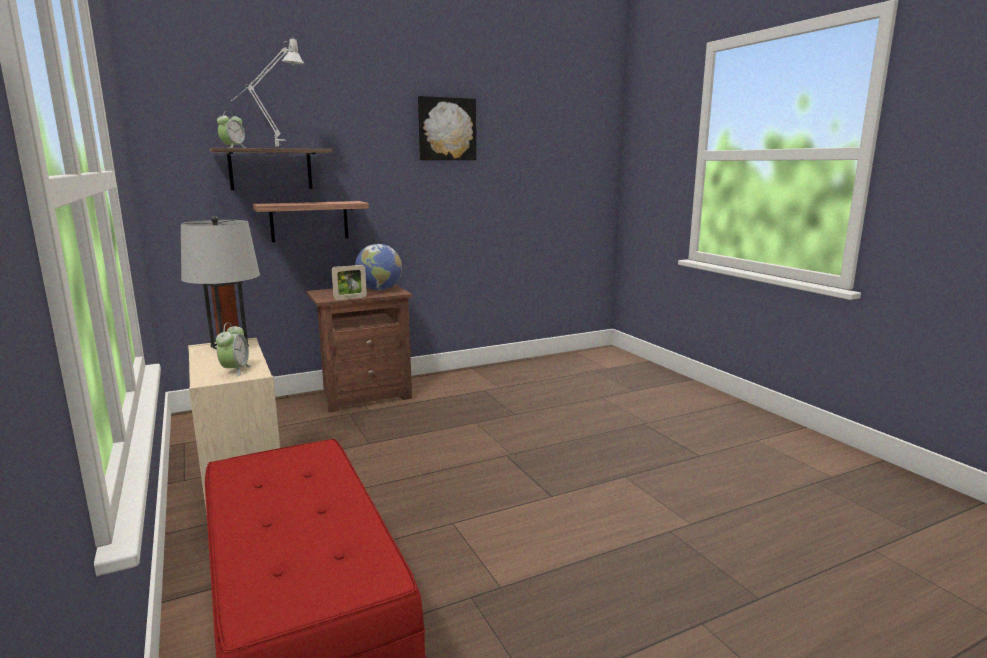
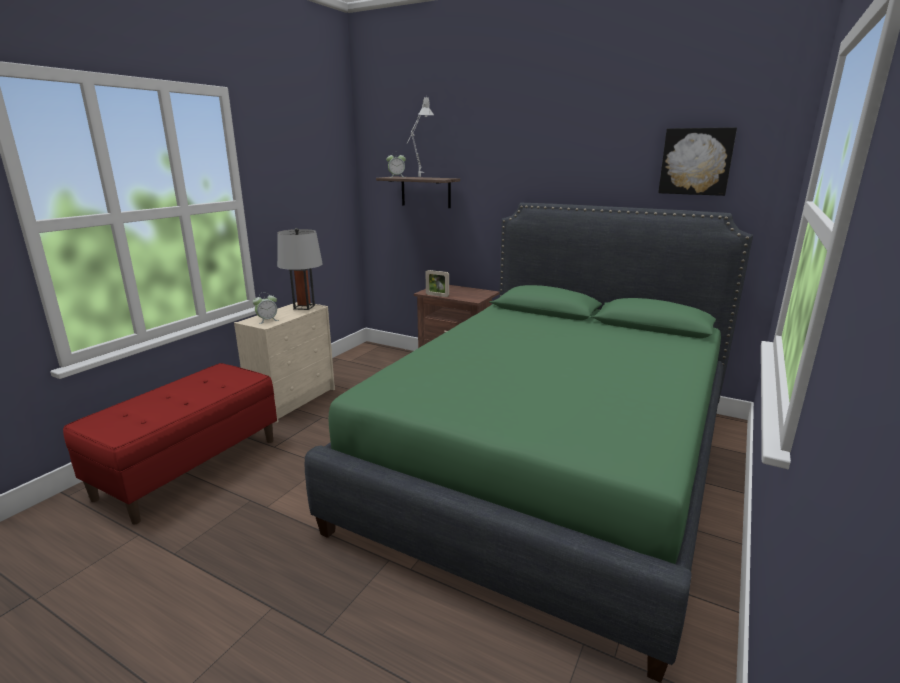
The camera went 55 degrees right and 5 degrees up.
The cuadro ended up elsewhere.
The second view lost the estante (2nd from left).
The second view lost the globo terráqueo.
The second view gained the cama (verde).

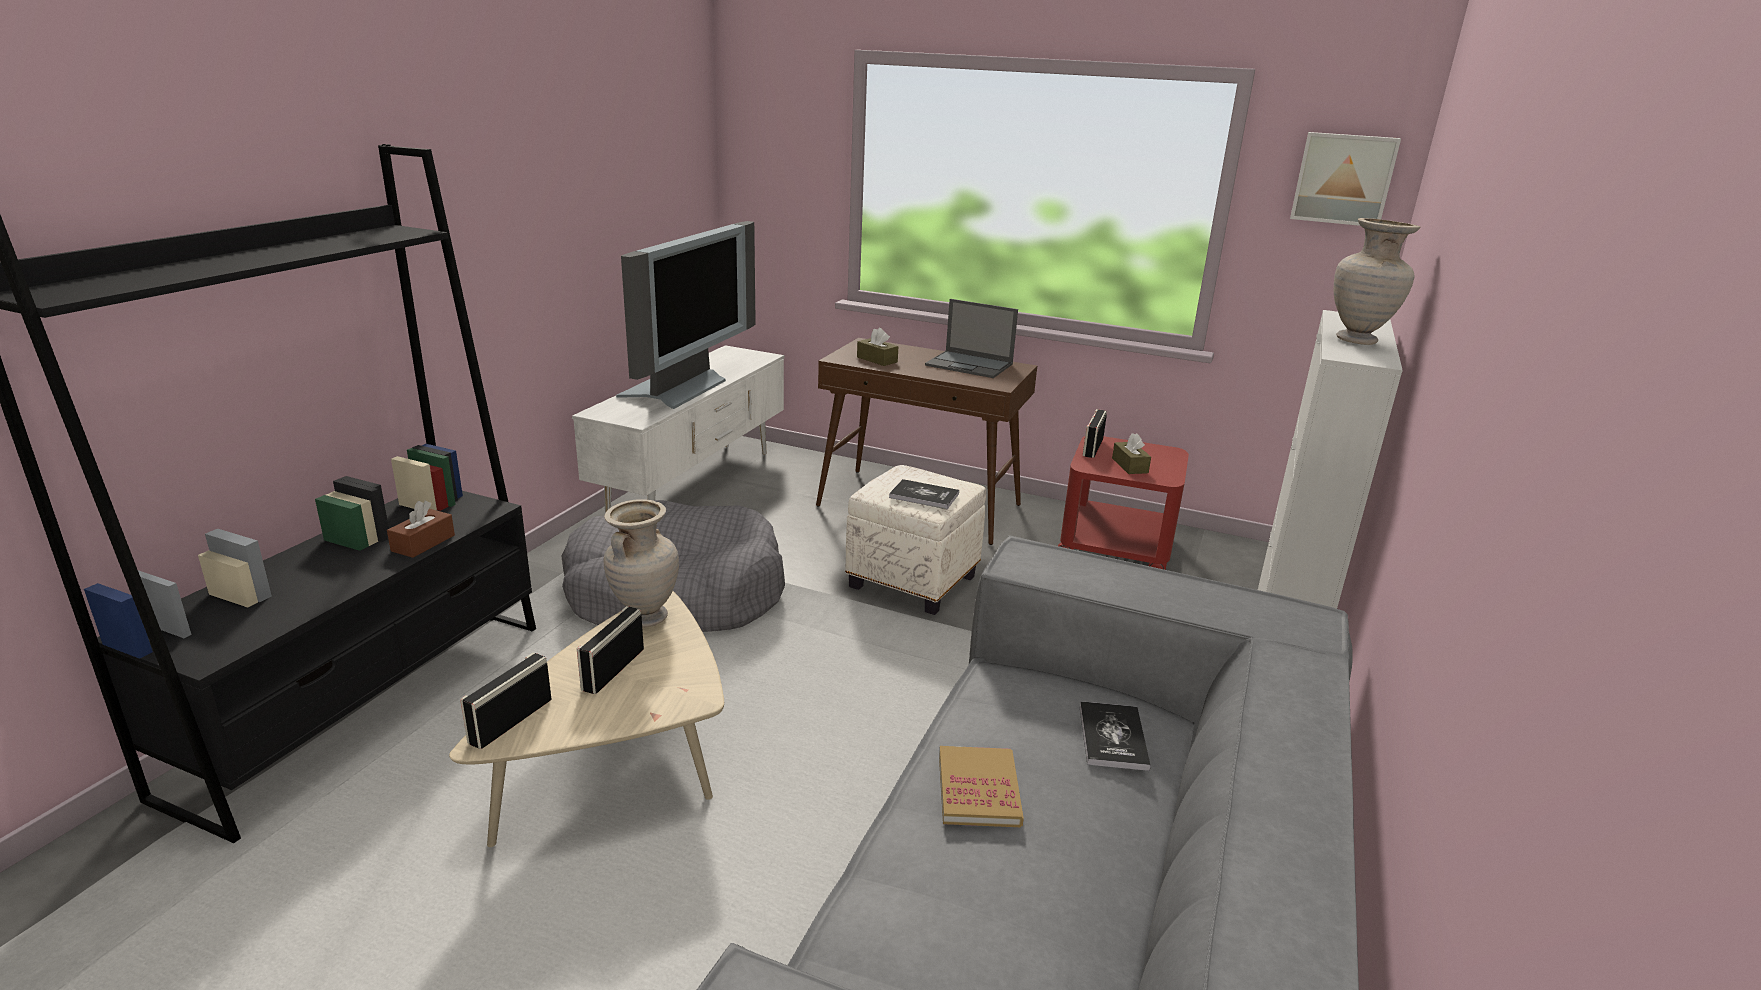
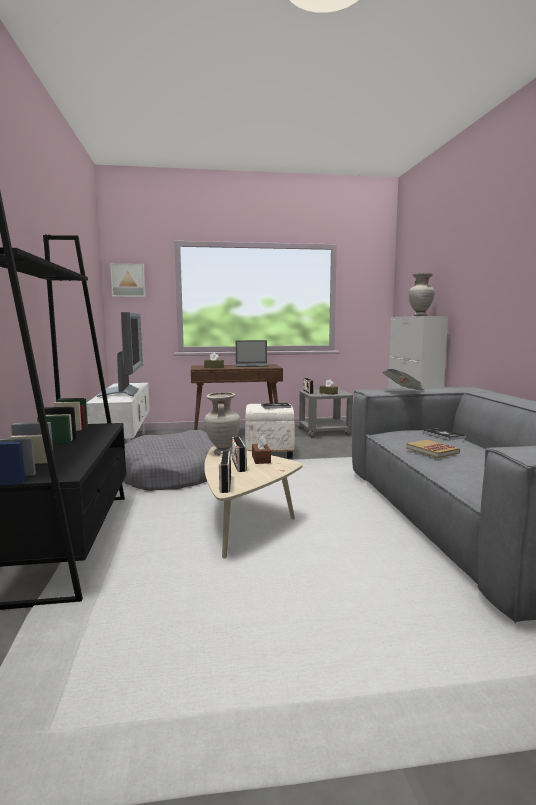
The camera went 30 degrees left and 15 degrees down.
The cuadro ended up elsewhere.
What was the mesa auxiliar (rojo) turned into the mesa auxiliar (gris).
The caja de pañuelos (marrón) (1st from left in the first image) ended up elsewhere.
The second view gained the periódico.

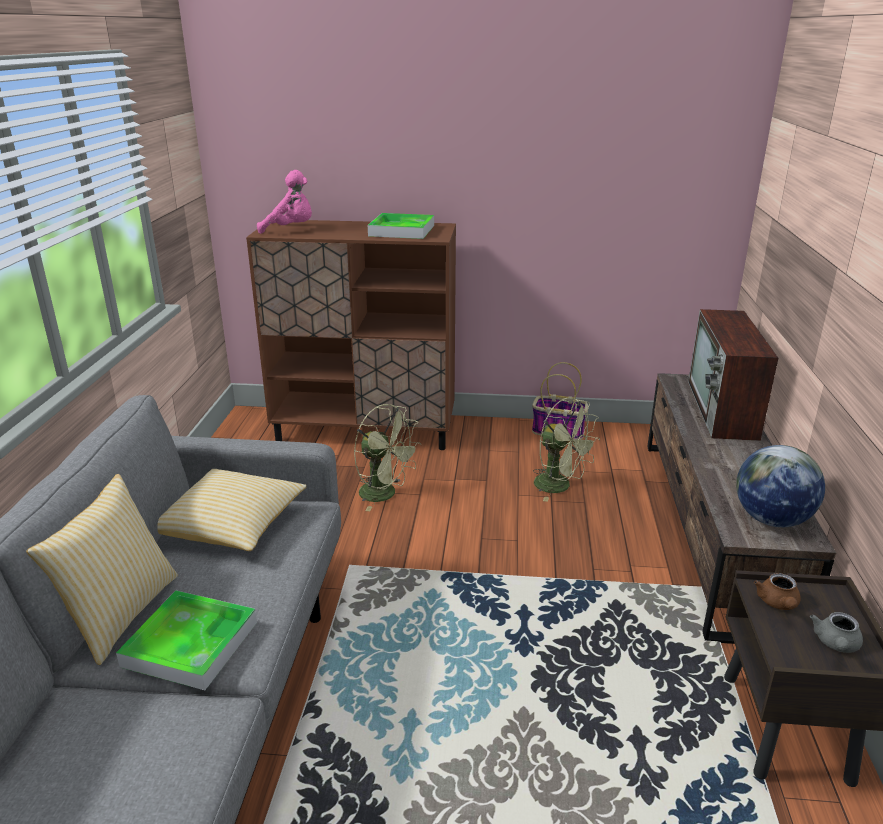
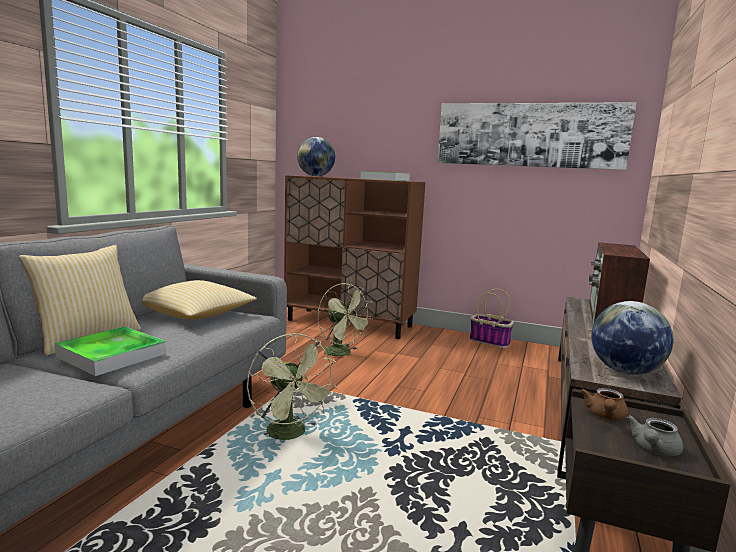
The camera went 15 degrees right and 15 degrees down.
Where the peluche (rosa) stood, the globo terráqueo (1st from left) came to stand.
The ventilador (verde) (2nd from left in the first image) ended up elsewhere.
The second view gained the cuadro.

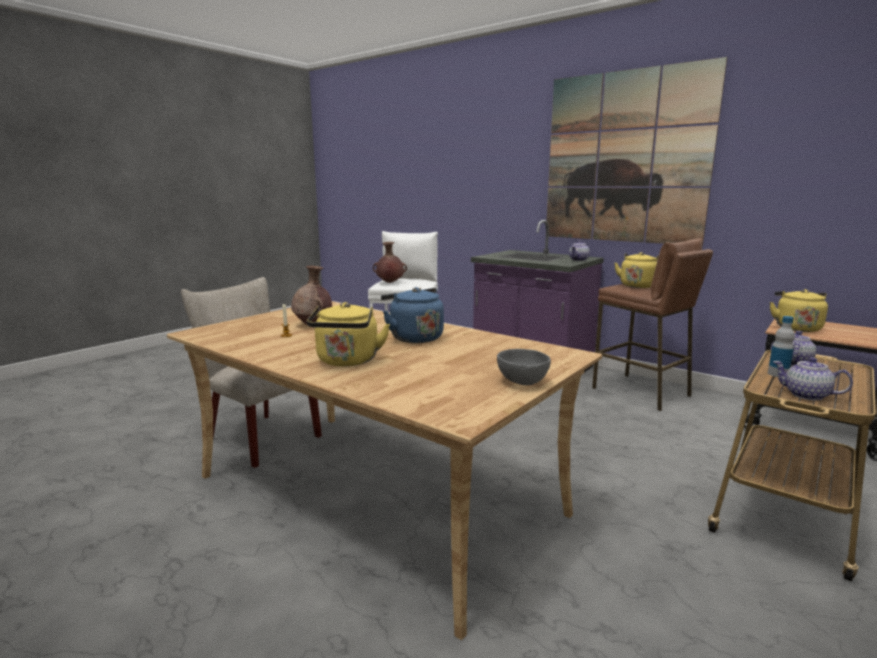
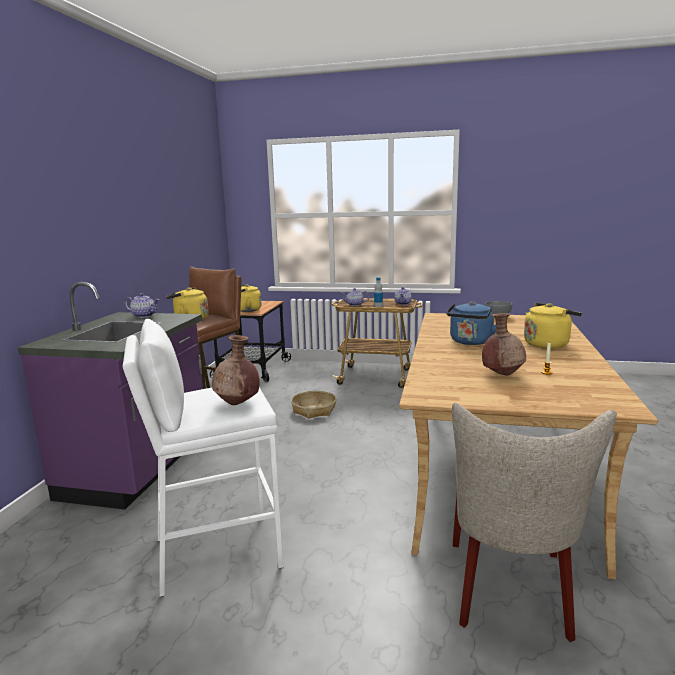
The camera went 115 degrees left and 0 degrees up.
The second view lost the cuadro.
The second view gained the cesta.

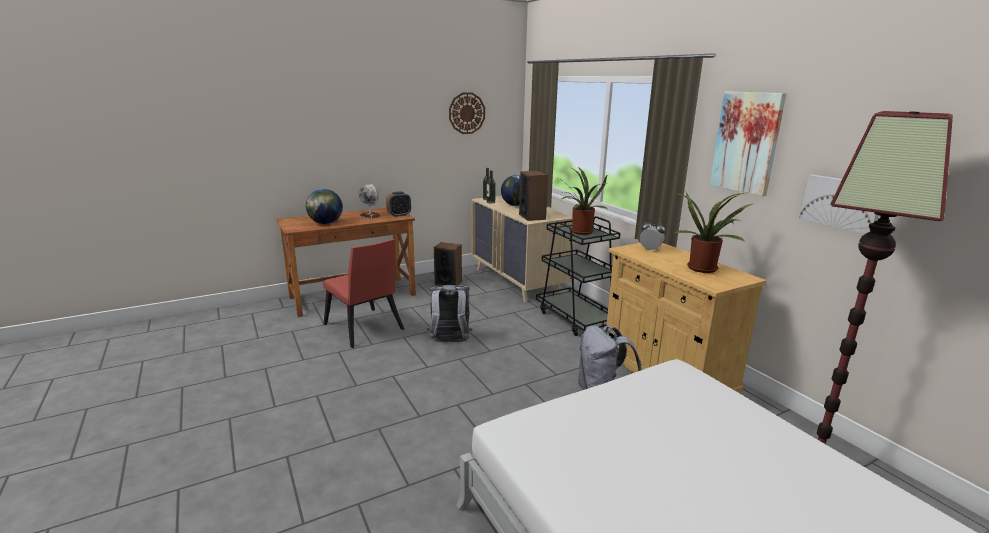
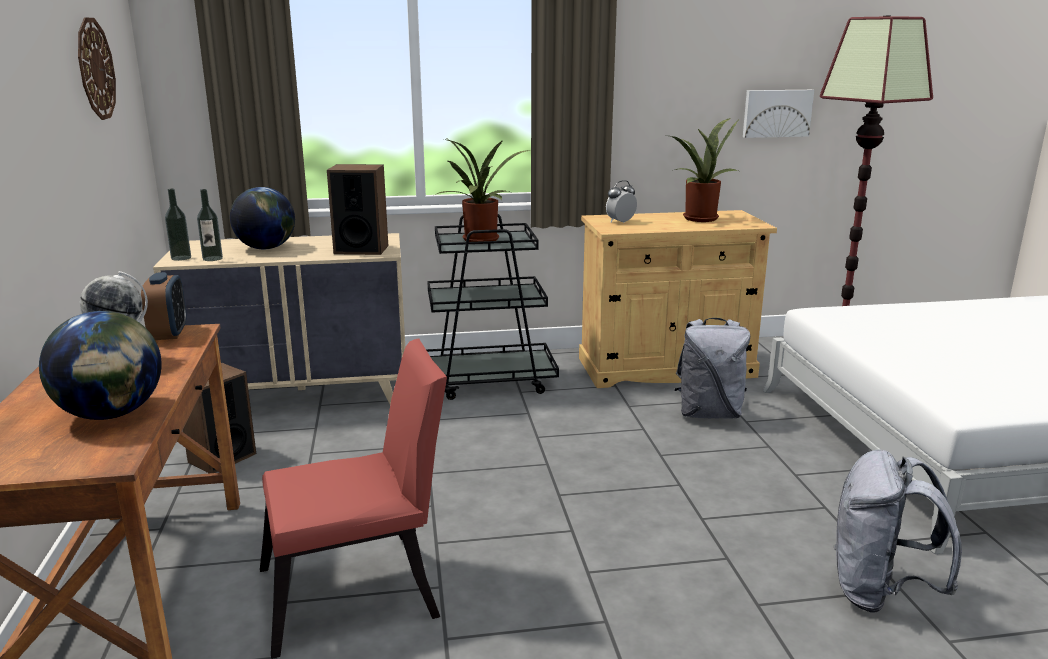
The camera went 70 degrees left and 0 degrees up.
The second view lost the cuadro (1st from left).
The mochila (gris) (1st from left in the first image) ended up elsewhere.

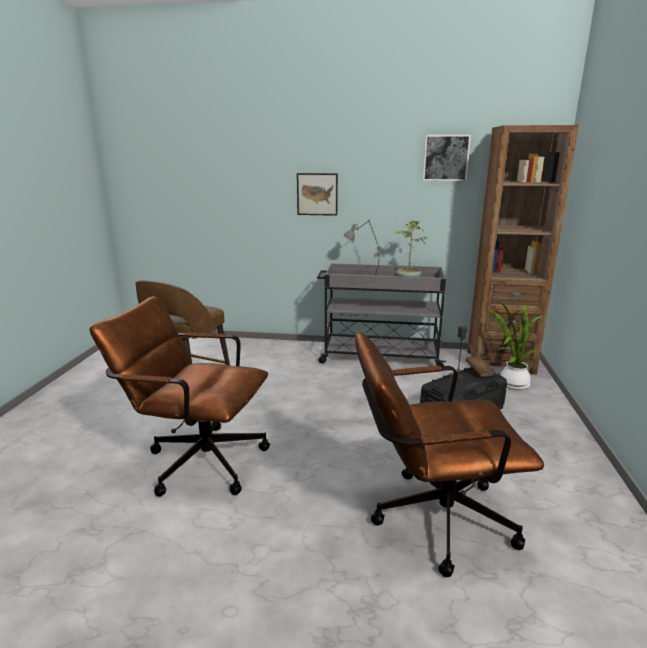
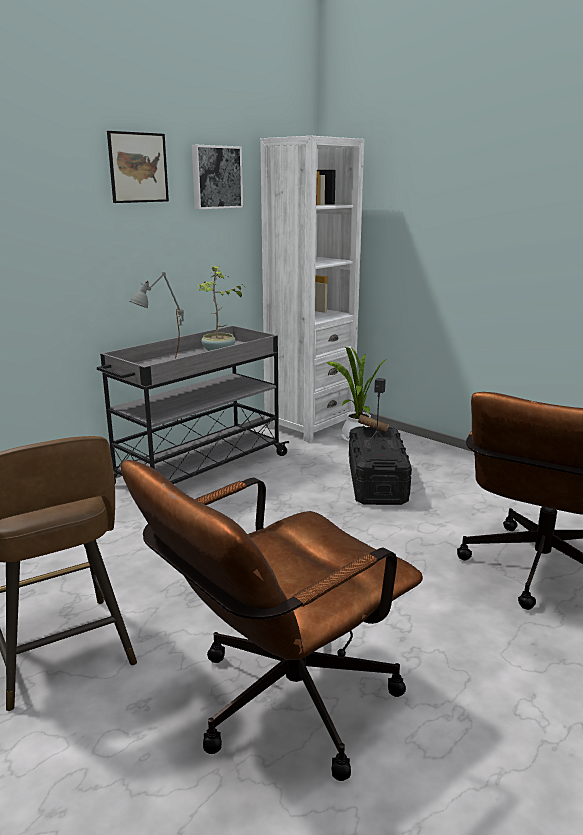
The camera went 55 degrees left and 0 degrees up.
What was the estantería (marrón) turned into the estantería (blanco).
The cuadro (1st from left) ended up elsewhere.

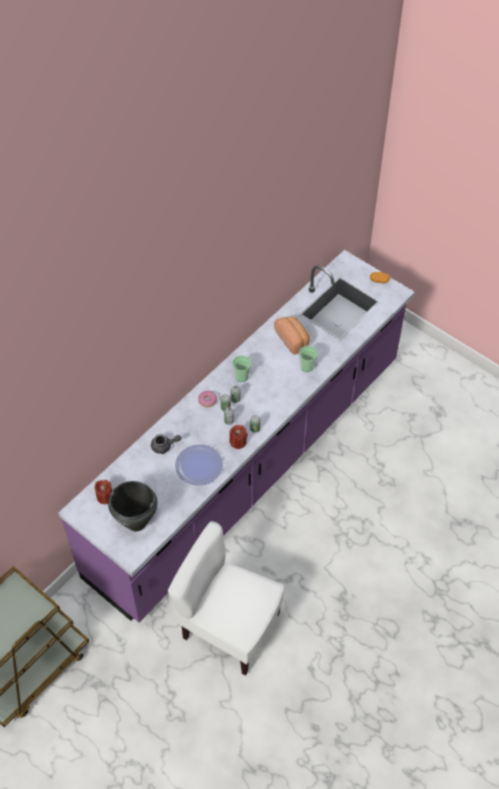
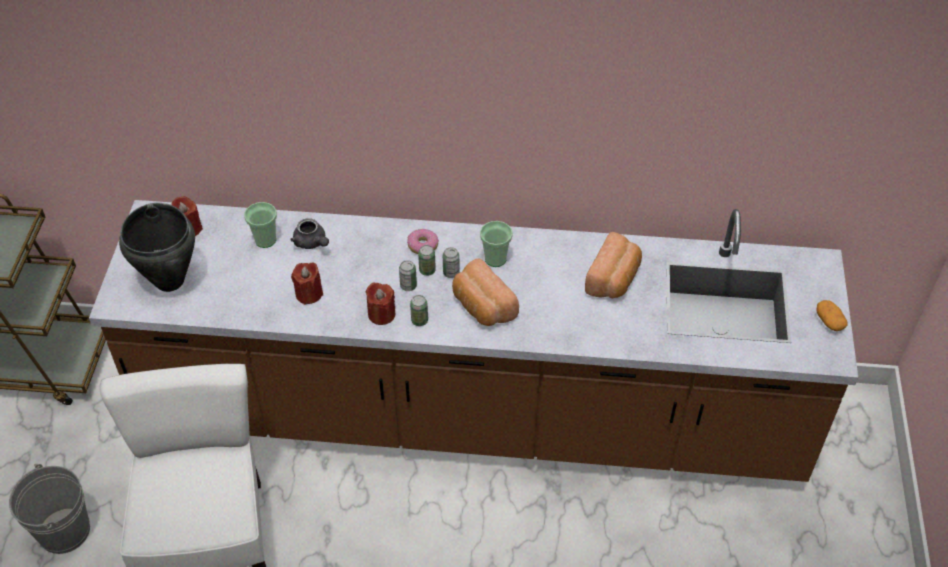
The camera went 55 degrees right and 5 degrees down.
What was the mueble bajo de cocina (morado) turned into the mueble bajo de cocina (marrón).
The taza (2nd from left in the first image) ended up elsewhere.
Where the plato stood, the vela (rojo) (2nd from left) came to stand.
The second view gained the pan (1st from left).
The second view gained the cubo (gris).

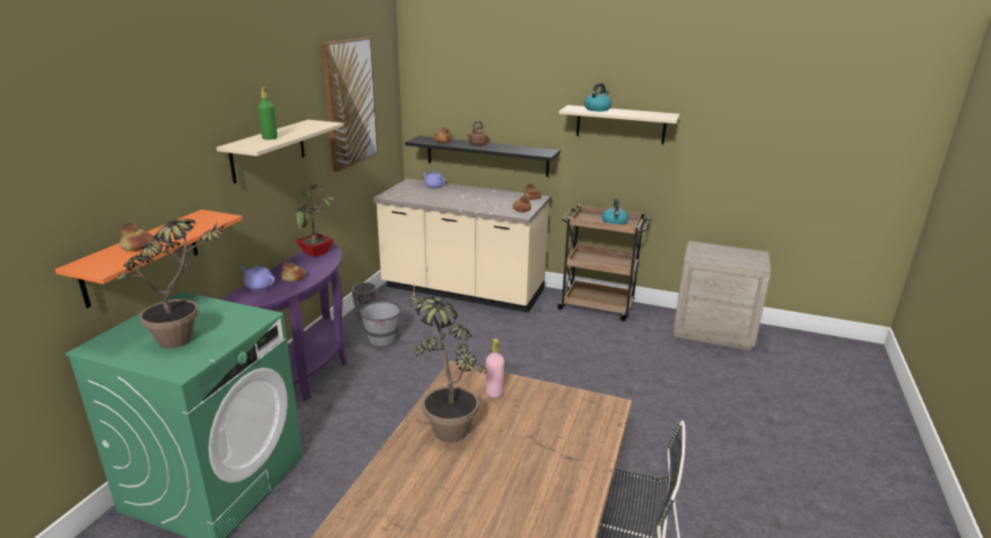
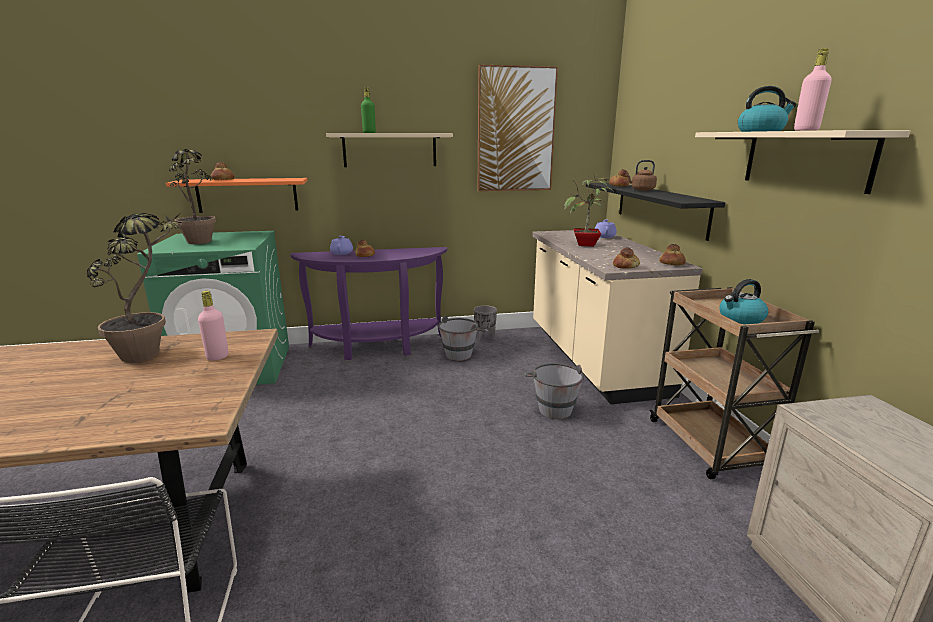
The camera went 60 degrees right and 5 degrees down.
The planta en maceta (2nd from left in the first image) ended up elsewhere.
The second view gained the botella (rosa) (2nd from left).
The second view gained the cubo (gris) (2nd from left).

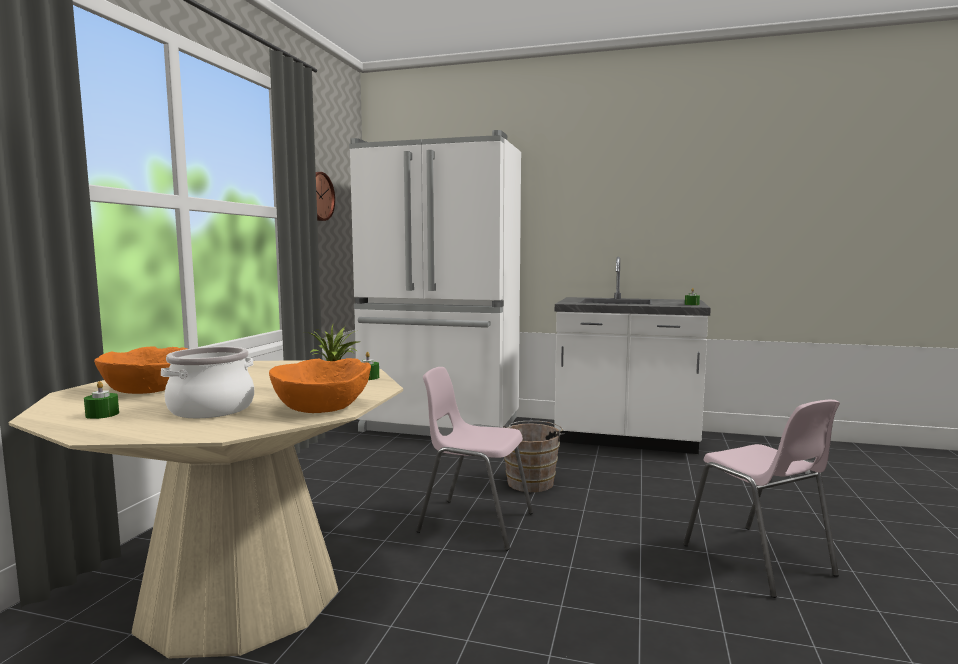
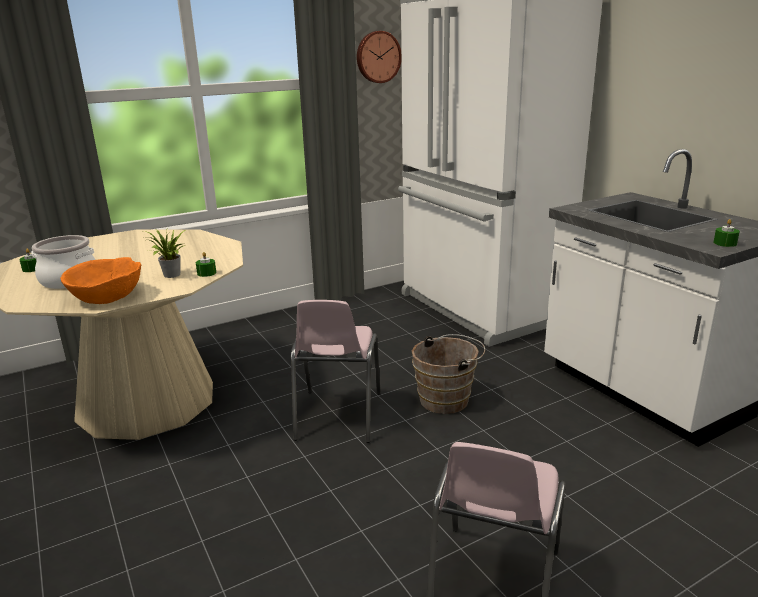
The camera went 45 degrees right and 15 degrees up.
The second view lost the cuenco (naranja) (1st from left).
The silla (rosa) (1st from left) ended up facing another way, 150 degrees counterclockwise from before.

